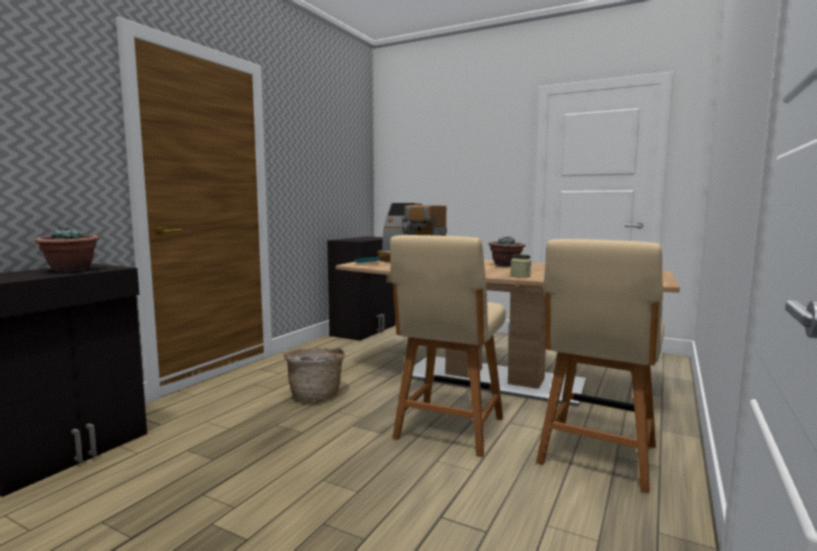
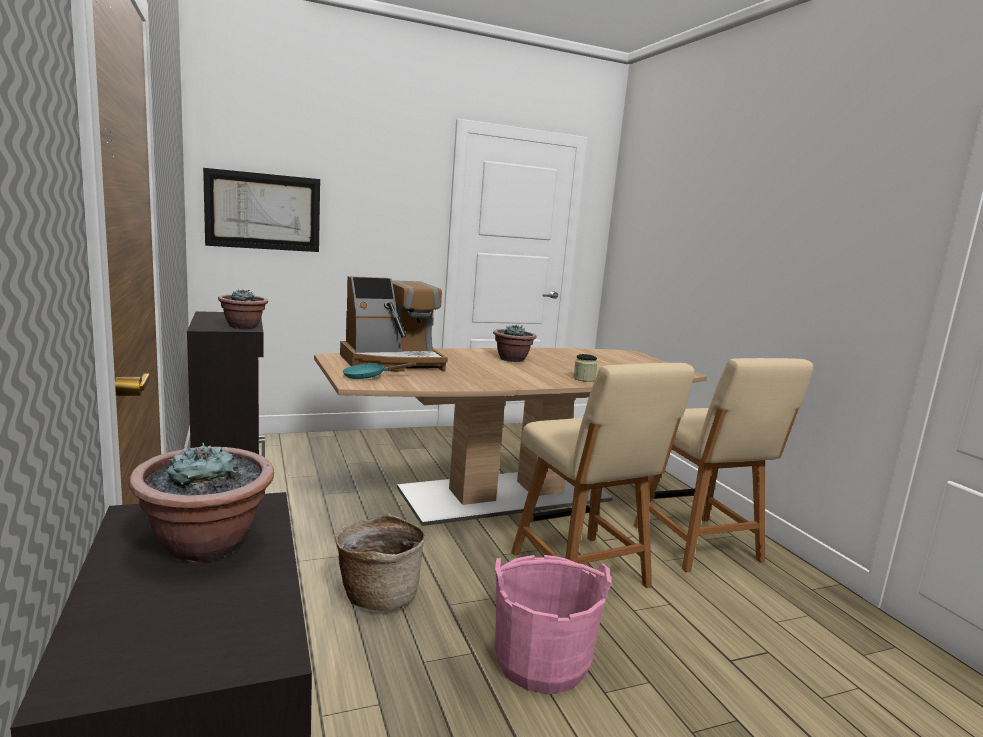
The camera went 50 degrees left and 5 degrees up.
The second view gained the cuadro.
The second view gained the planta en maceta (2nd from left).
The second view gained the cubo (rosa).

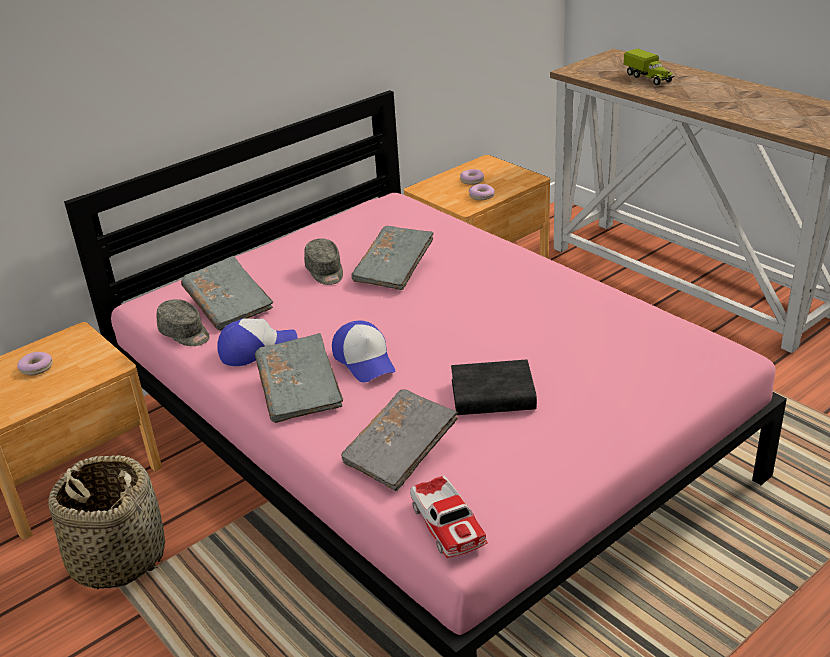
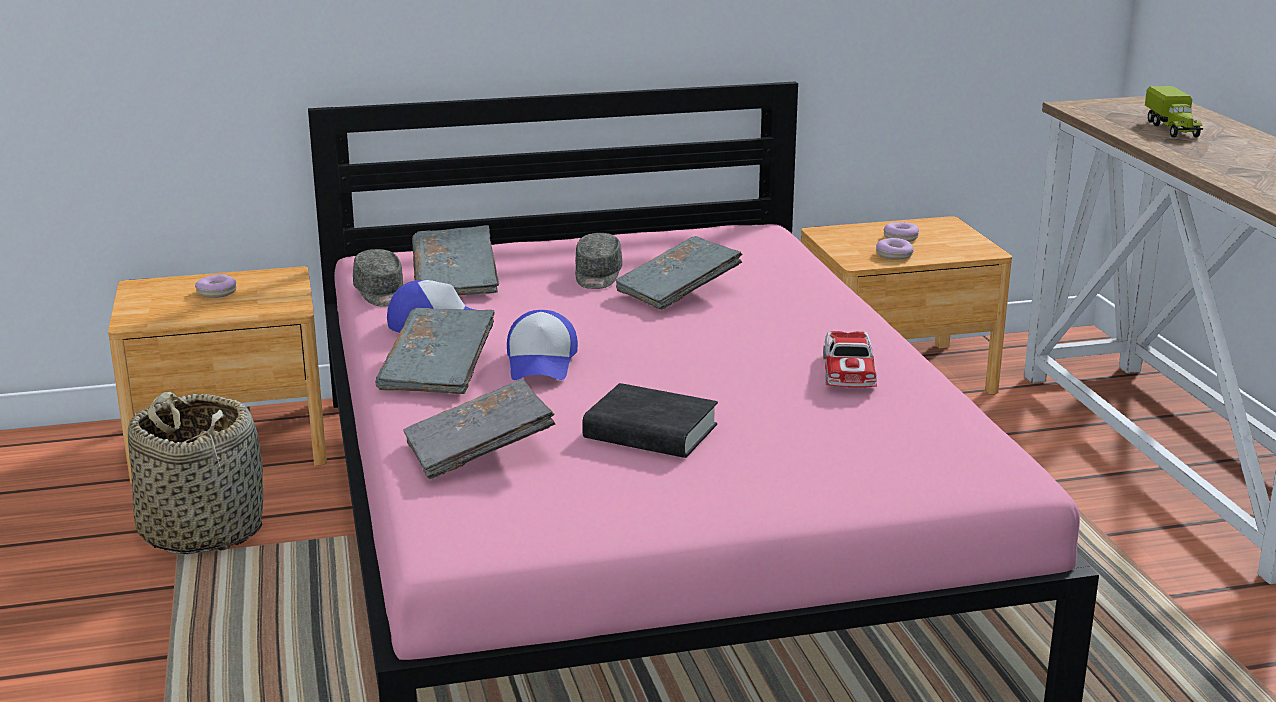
The camera went 25 degrees right and 10 degrees down.
The coche de juguete ended up elsewhere.

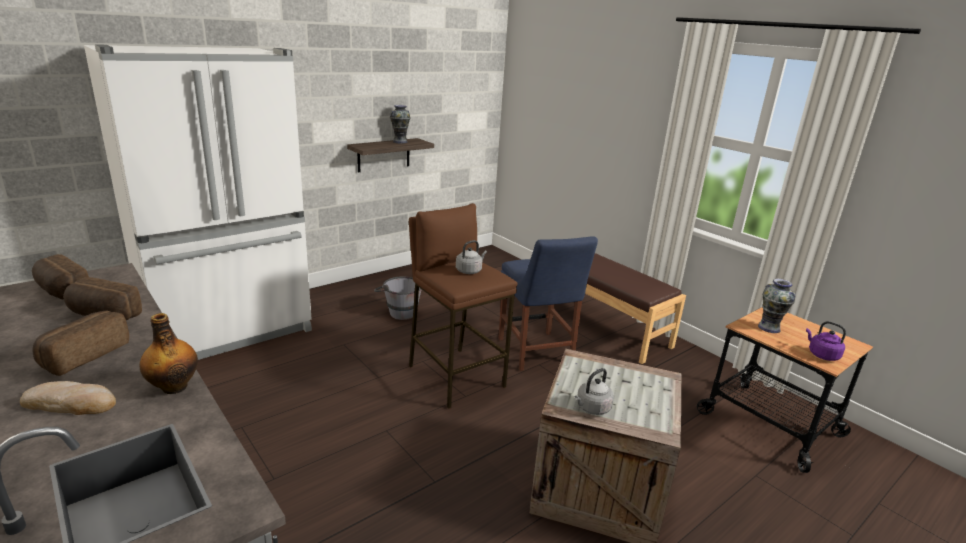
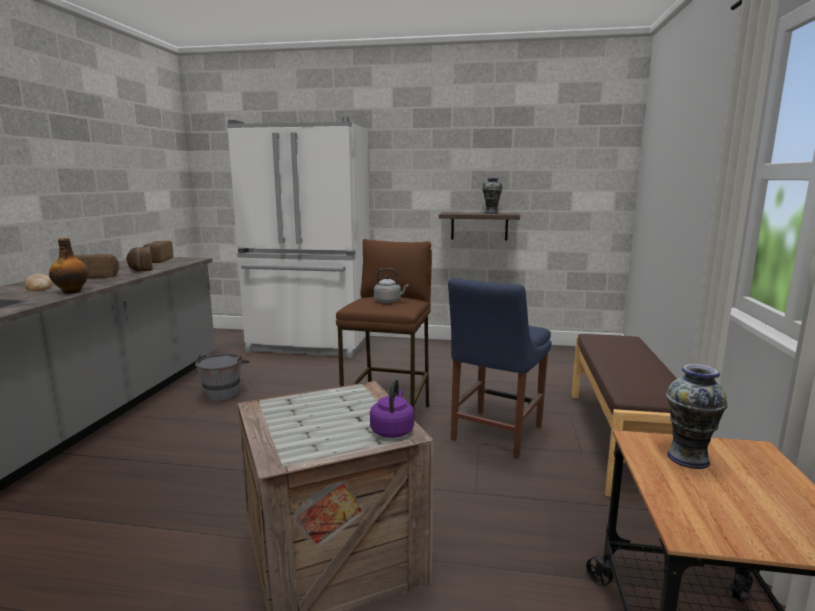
The camera went 50 degrees right and 10 degrees down.
The cubo (gris) ended up elsewhere.
The hervidor (morado) ended up elsewhere.
The second view lost the hervidor (gris) (2nd from left).

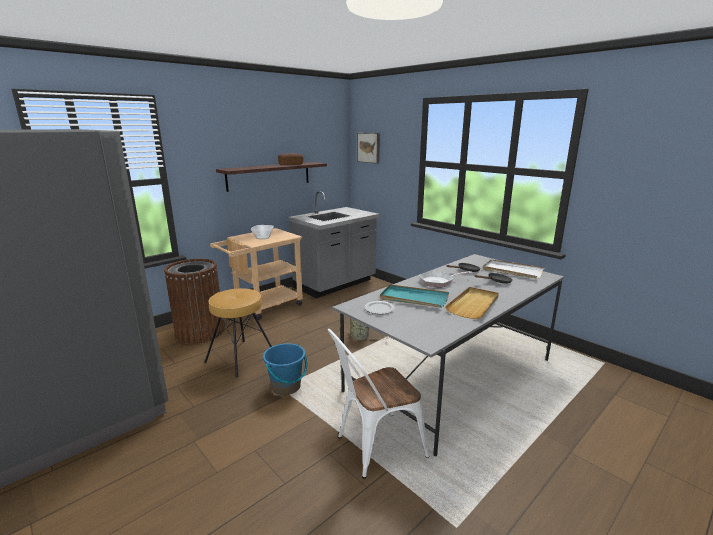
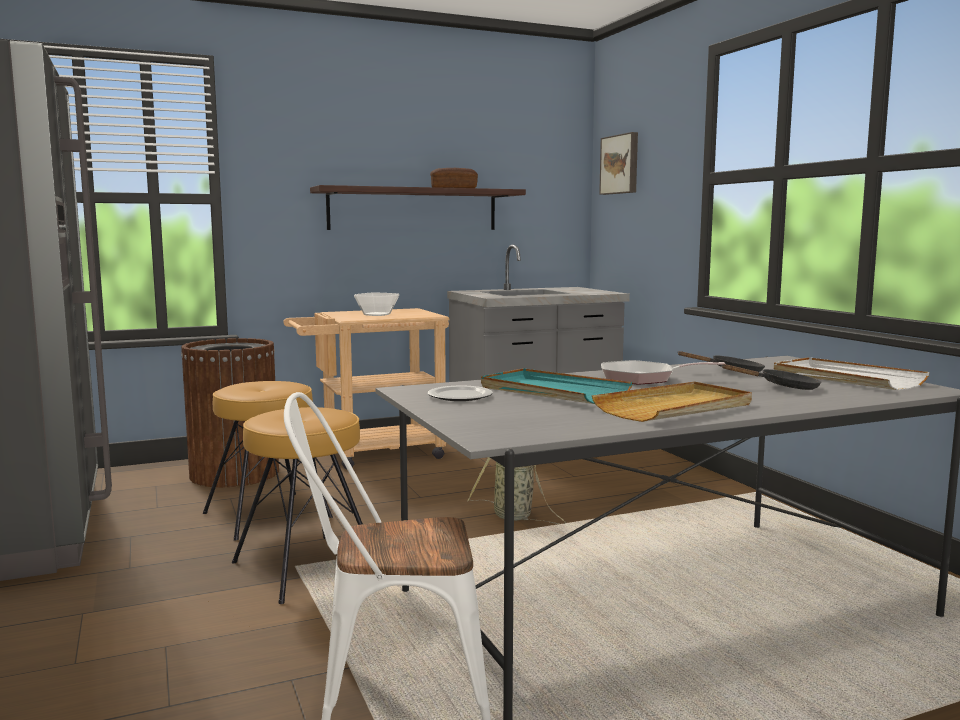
The camera went 20 degrees right and 10 degrees down.
Where the cubo (azul) stood, the taburete (marrón) (2nd from left) came to stand.

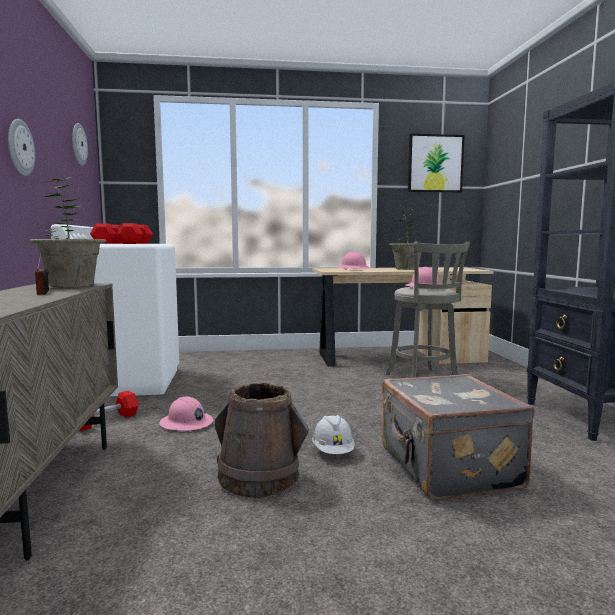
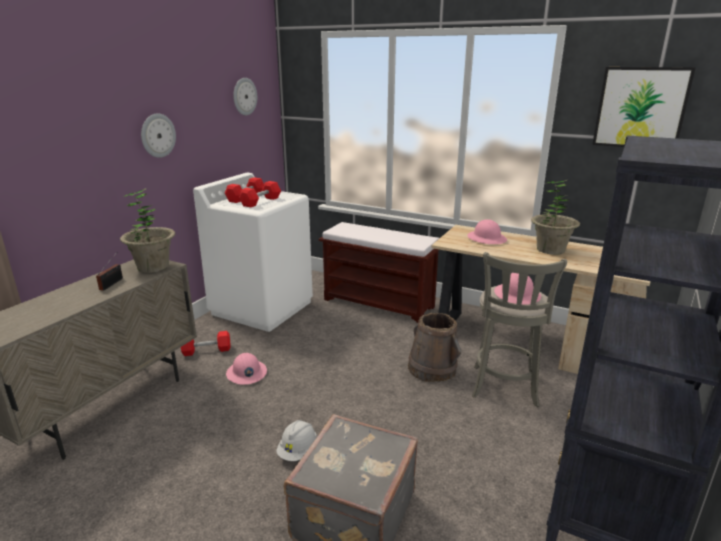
The camera went 35 degrees right and 15 degrees up.
The cubo (marrón) ended up elsewhere.
The second view gained the banco (marrón).

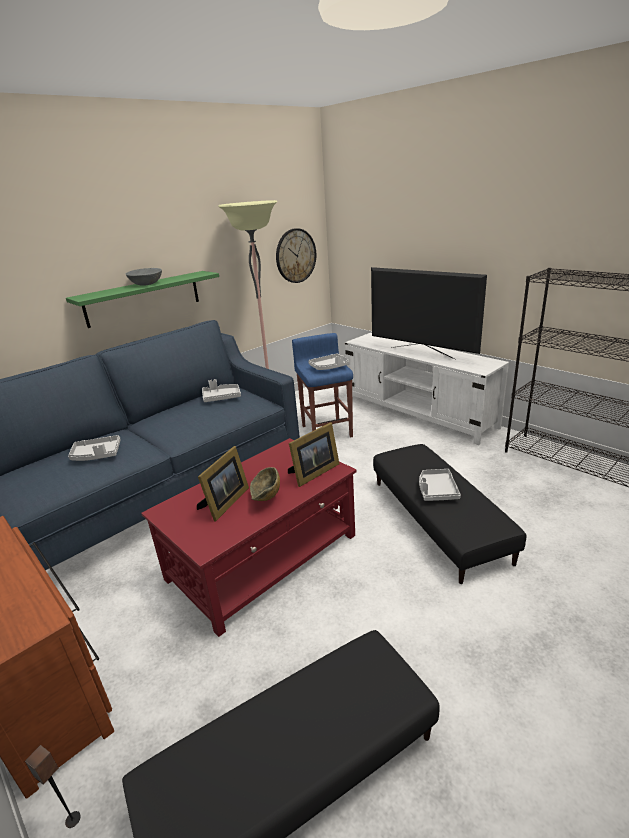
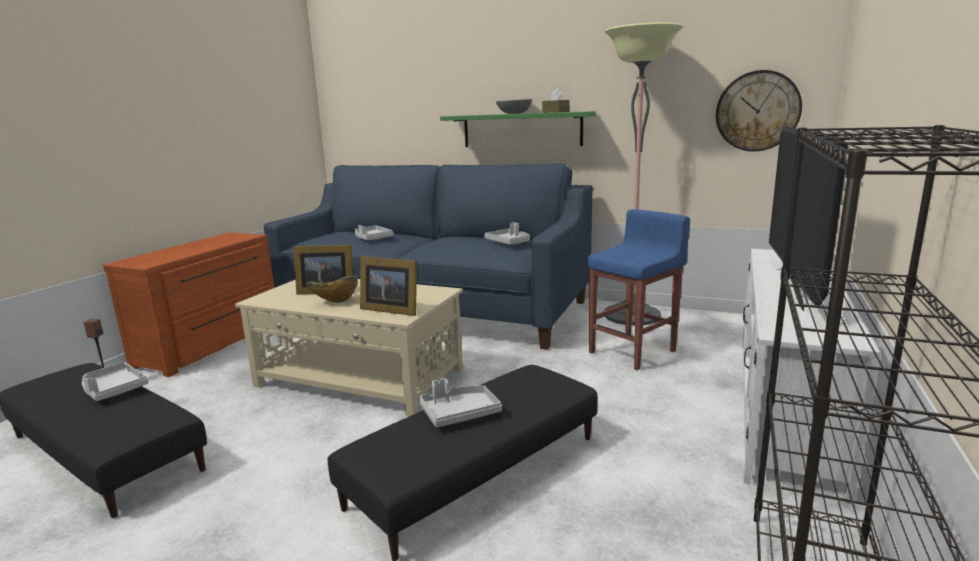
The camera went 65 degrees right and 10 degrees down.
The bandeja (gris) (3rd from left in the first image) ended up elsewhere.
What was the mesa de centro (rojo) turned into the mesa de centro (beis).
The second view gained the caja de pañuelos (marrón).

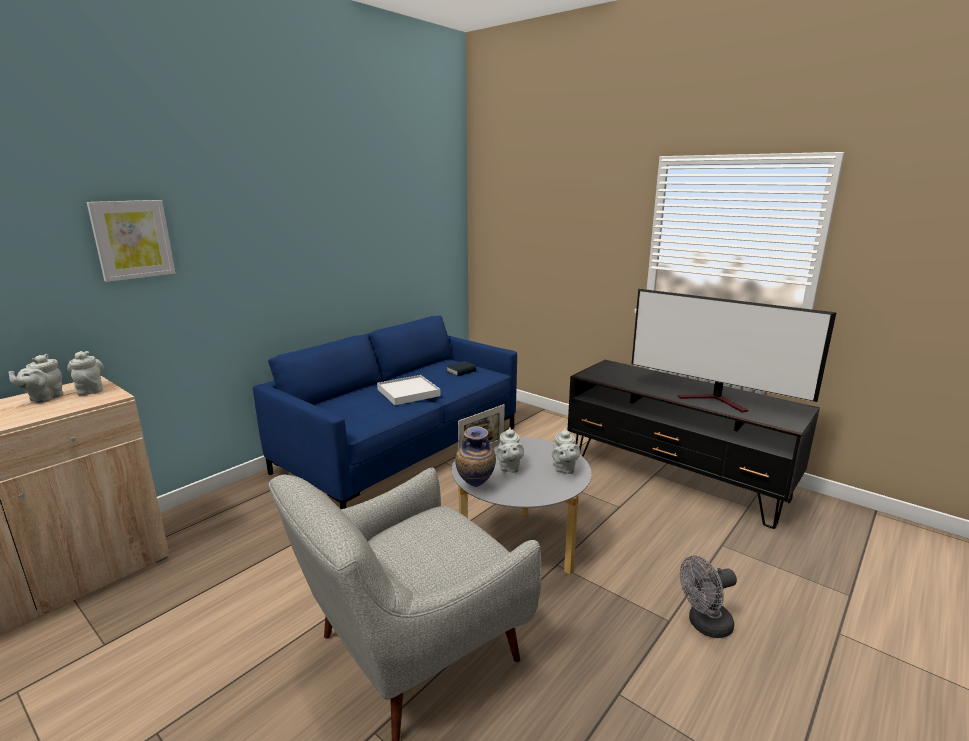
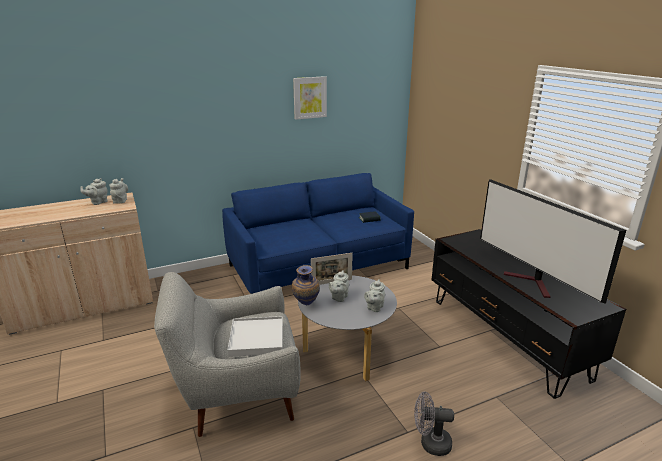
The camera went 25 degrees right and 5 degrees up.
The cuadro ended up elsewhere.
The bandeja (blanco) ended up elsewhere.

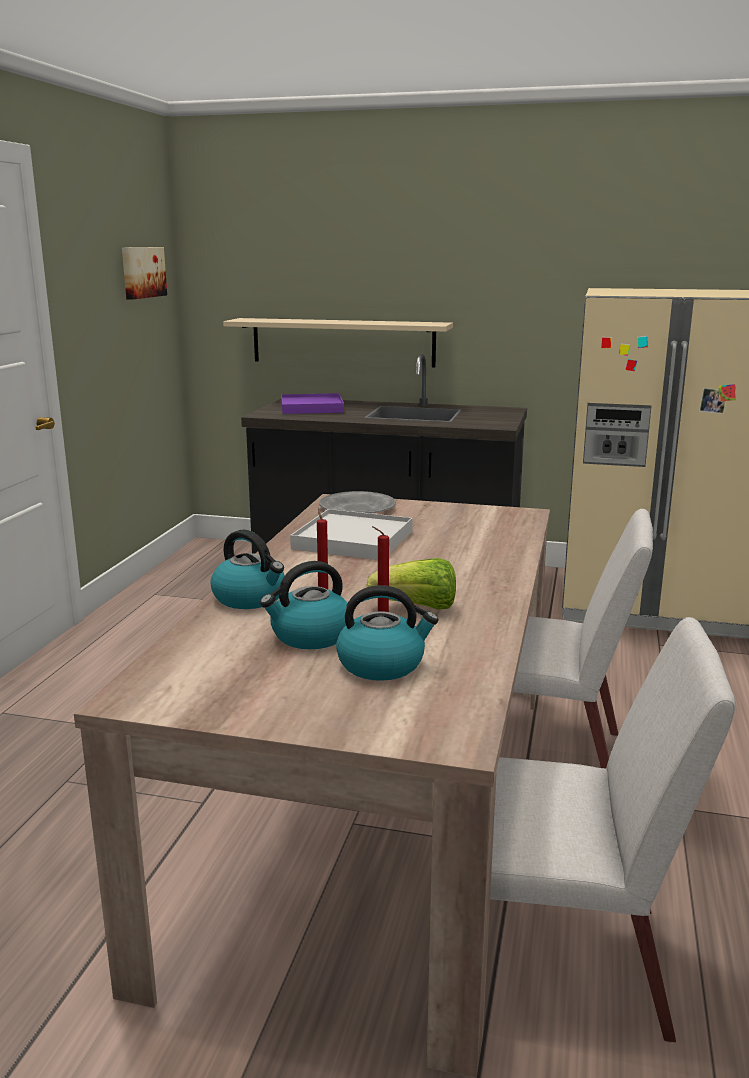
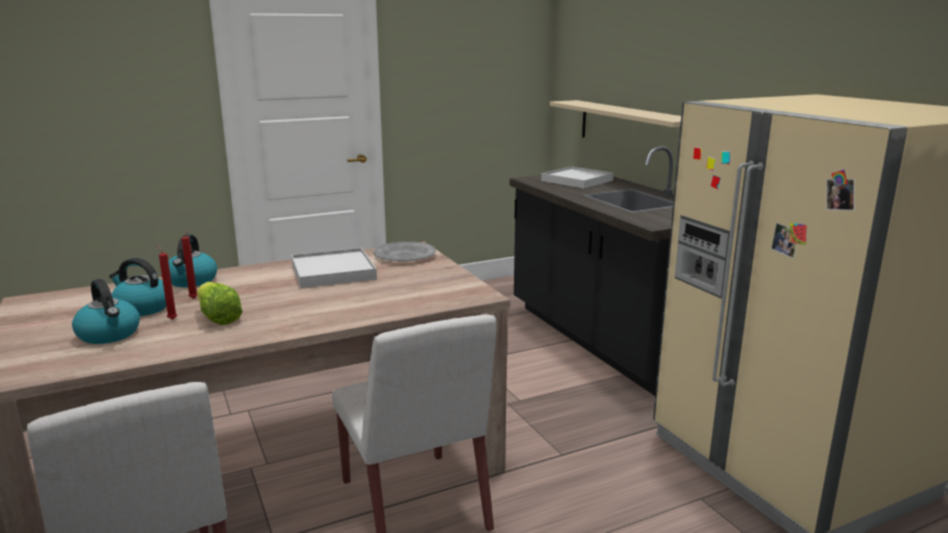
The camera went 50 degrees right and 0 degrees up.
The second view lost the cuadro.
What was the bandeja (morado) turned into the bandeja (blanco) (2nd from left).

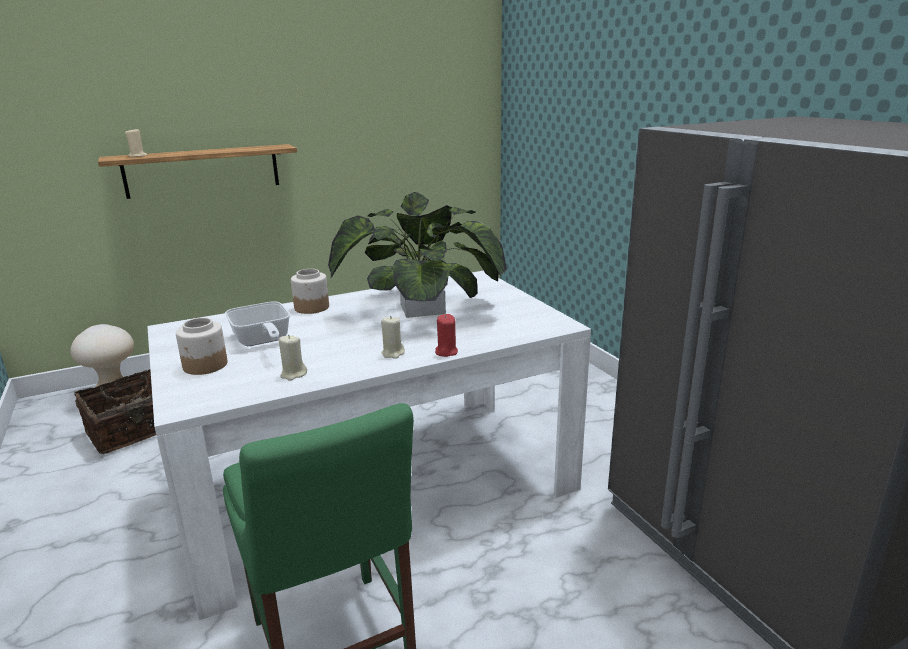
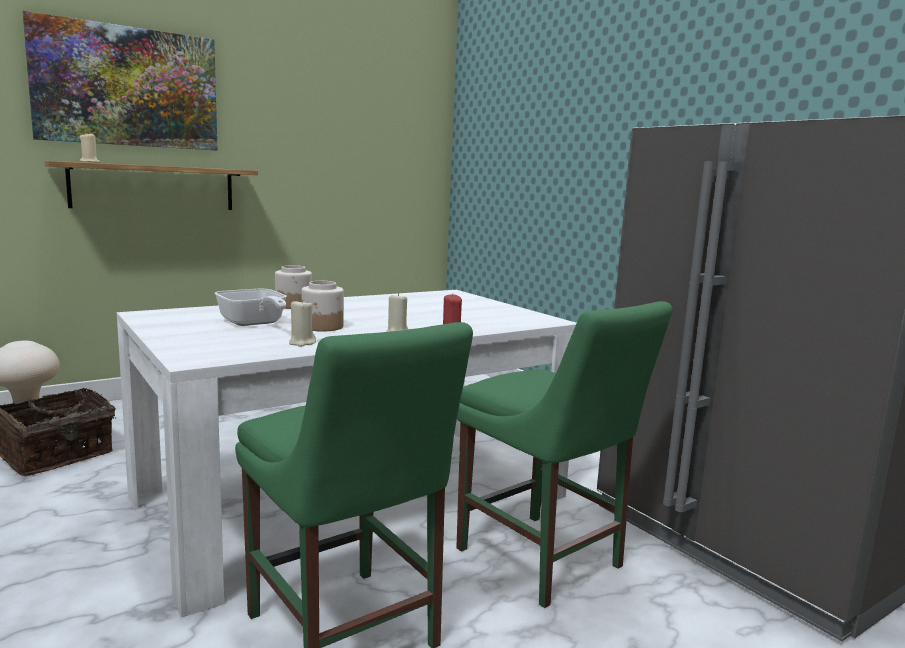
The camera went 10 degrees left and 10 degrees down.
The second view lost the planta en maceta.
The tarro (1st from left in the first image) ended up elsewhere.
The second view gained the cuadro.
The second view gained the silla (verde) (2nd from left).

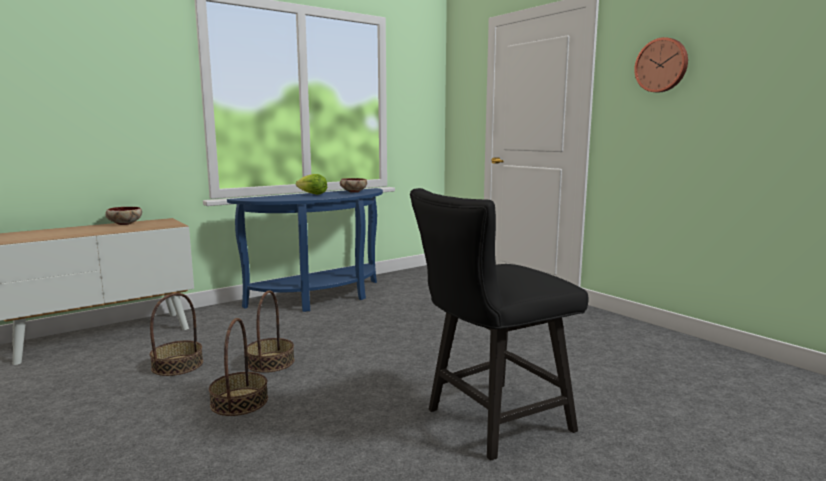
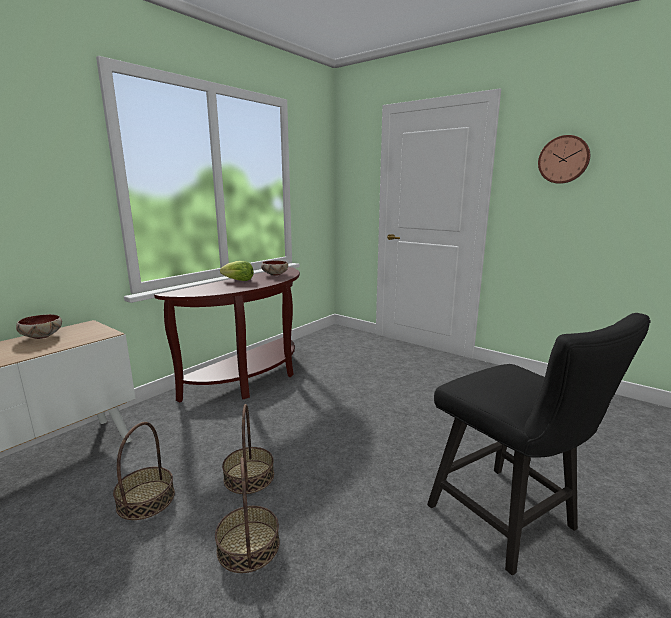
The camera went 15 degrees left and 5 degrees up.
What was the mesa consola (azul) turned into the mesa consola (marrón).
The silla (negro) ended up facing another way, 75 degrees counterclockwise from before.

